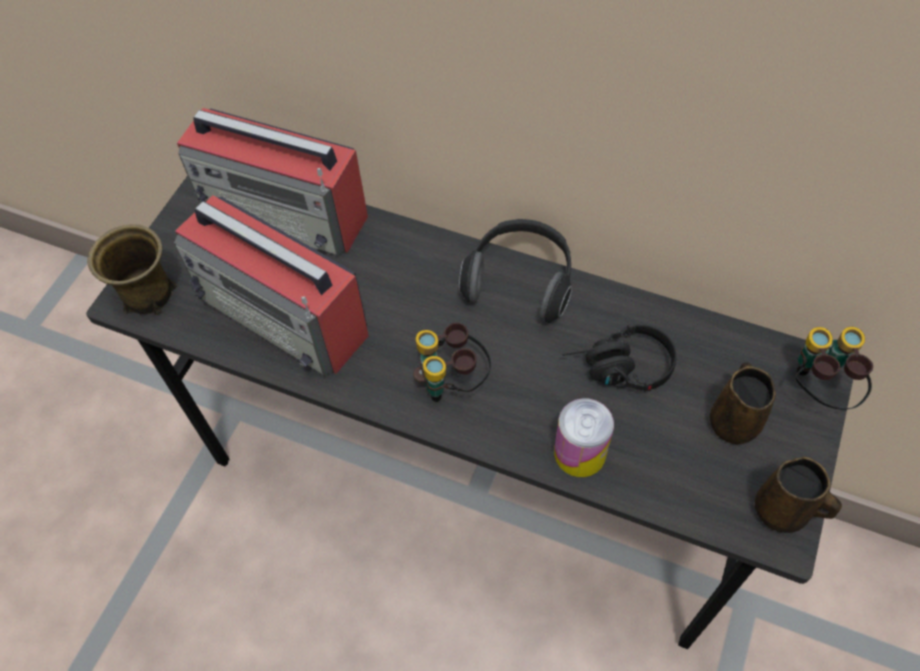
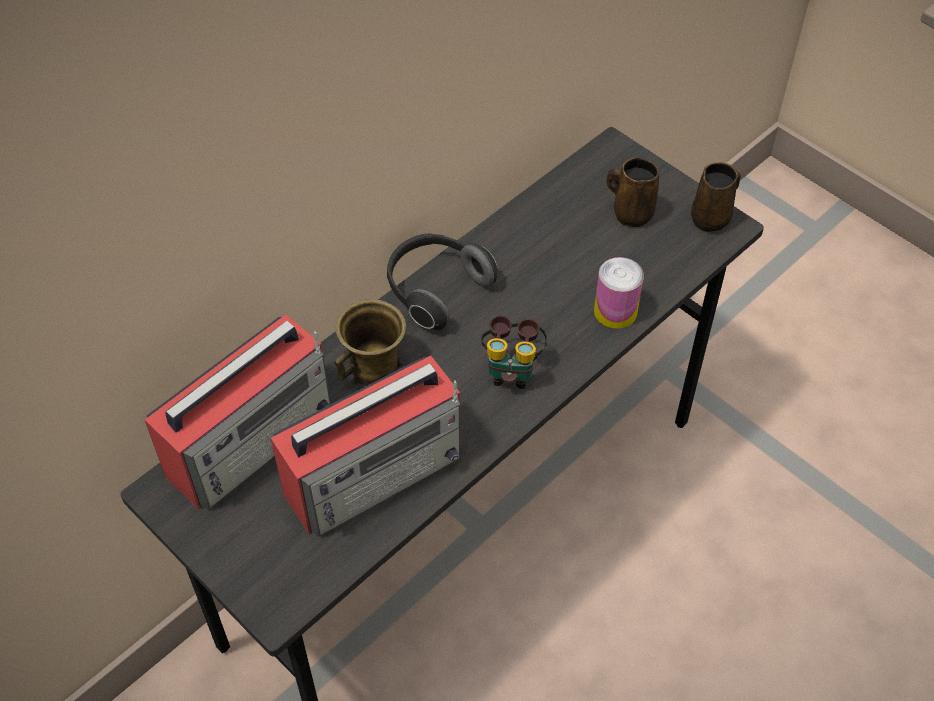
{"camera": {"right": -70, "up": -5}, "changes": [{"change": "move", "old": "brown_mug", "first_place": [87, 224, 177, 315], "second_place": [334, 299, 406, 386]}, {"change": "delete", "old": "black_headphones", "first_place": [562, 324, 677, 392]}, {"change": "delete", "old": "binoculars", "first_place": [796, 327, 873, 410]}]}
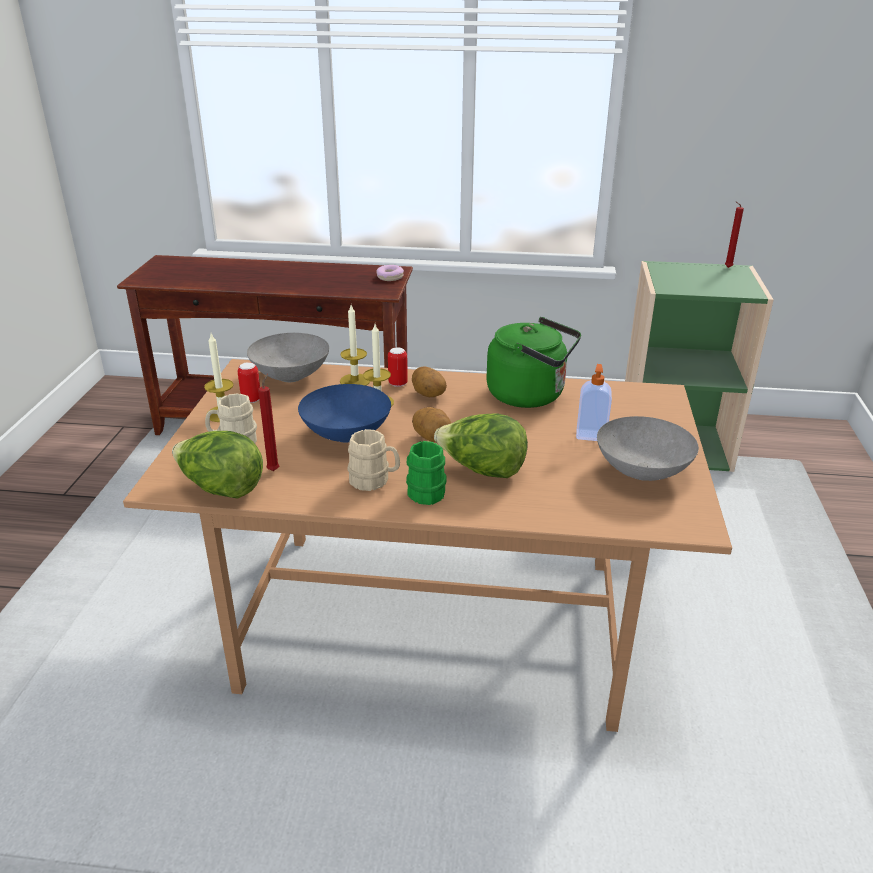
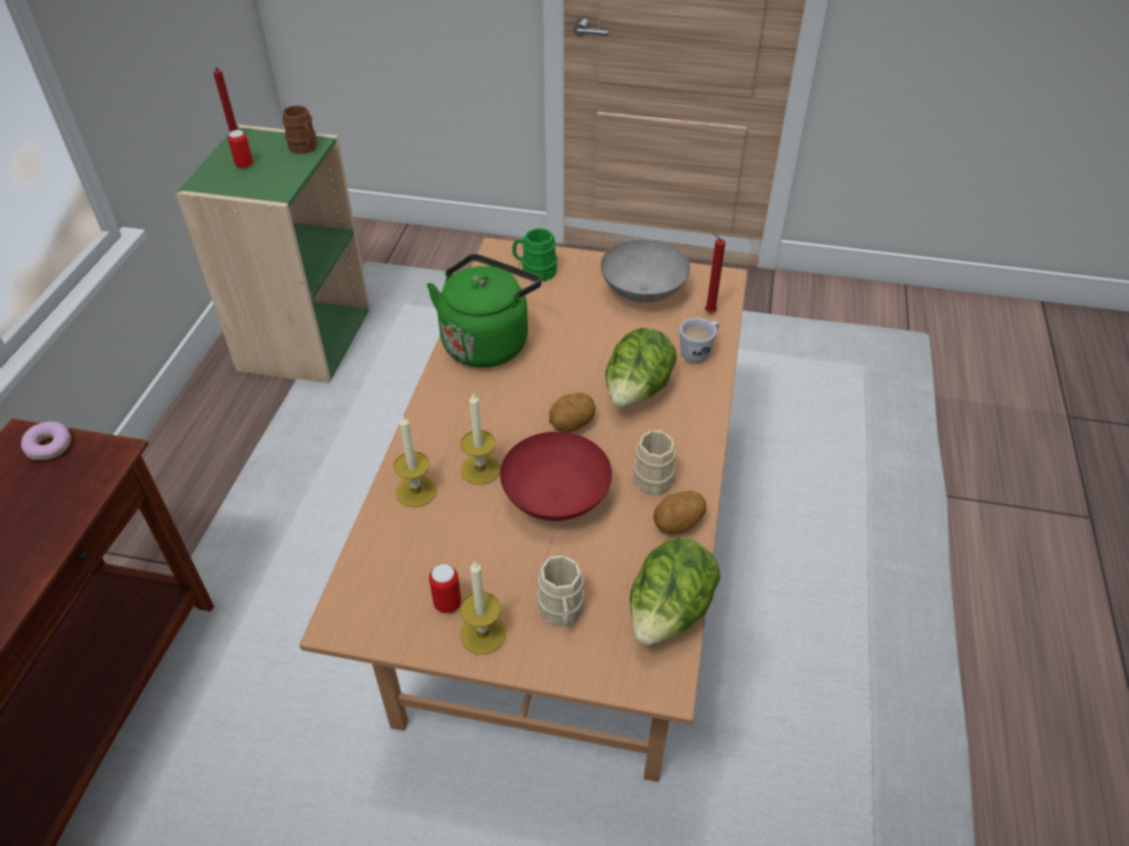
{"camera": {"right": -85, "up": 15}, "changes": [{"change": "delete", "old": "grey_bowl", "first_place": [247, 333, 329, 382]}, {"change": "move", "old": "red_candle", "first_place": [258, 374, 279, 471], "second_place": [705, 231, 726, 313]}, {"change": "recolor", "old": "blue_bowl", "new": "red_bowl", "first_place": [298, 384, 391, 442], "second_place": [500, 432, 612, 521]}, {"change": "move", "old": "can", "first_place": [388, 347, 408, 387], "second_place": [228, 130, 253, 168]}, {"change": "move", "old": "green_mug", "first_place": [406, 441, 447, 505], "second_place": [512, 228, 557, 282]}, {"change": "move", "old": "potato", "first_place": [412, 366, 447, 397], "second_place": [653, 491, 706, 534]}, {"change": "delete", "old": "soap_dispenser", "first_place": [576, 364, 612, 441]}, {"change": "insert", "new": "brown_mug", "second_place": [282, 106, 317, 154]}, {"change": "insert", "new": "white_mug", "second_place": [679, 318, 719, 363]}]}
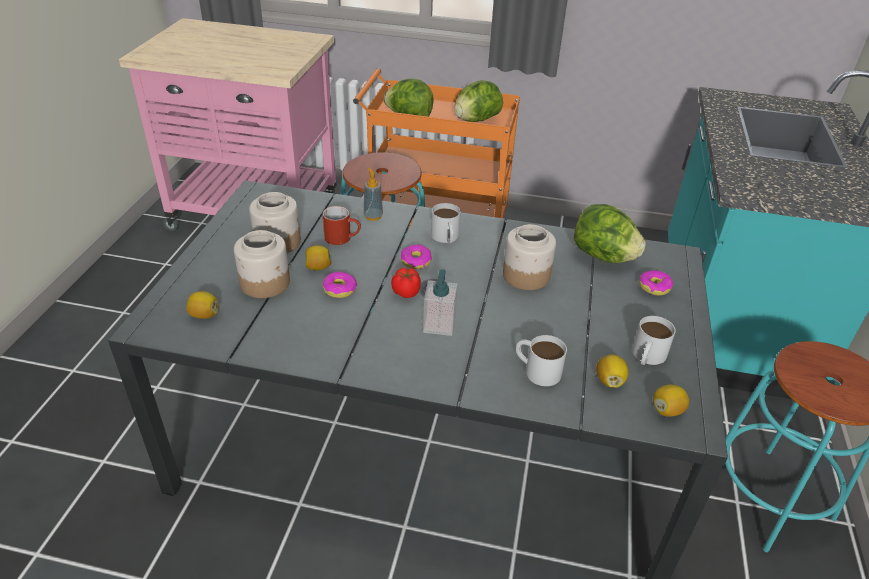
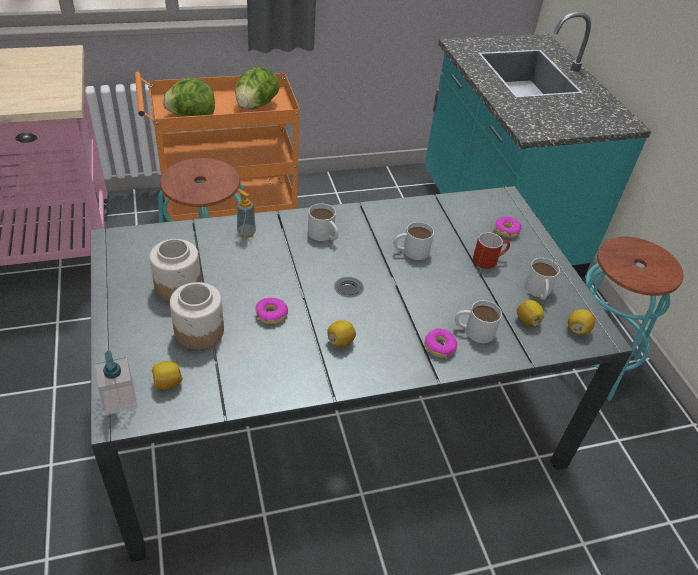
{"camera": {"right": -30, "up": 5}, "changes": [{"change": "move", "old": "lemon", "first_place": [305, 245, 332, 270], "second_place": [327, 320, 356, 347]}, {"change": "move", "old": "red_mug", "first_place": [322, 206, 361, 245], "second_place": [473, 232, 510, 269]}, {"change": "delete", "old": "tomato", "first_place": [391, 268, 421, 298]}, {"change": "move", "old": "donut", "first_place": [401, 245, 432, 269], "second_place": [425, 328, 457, 357]}, {"change": "move", "old": "soap_dispenser", "first_place": [423, 269, 458, 336], "second_place": [94, 351, 137, 415]}, {"change": "replace", "old": "jar", "new": "white_mug", "first_place": [503, 224, 556, 290], "second_place": [393, 222, 434, 260]}, {"change": "delete", "old": "lettuce", "first_place": [574, 204, 646, 263]}]}
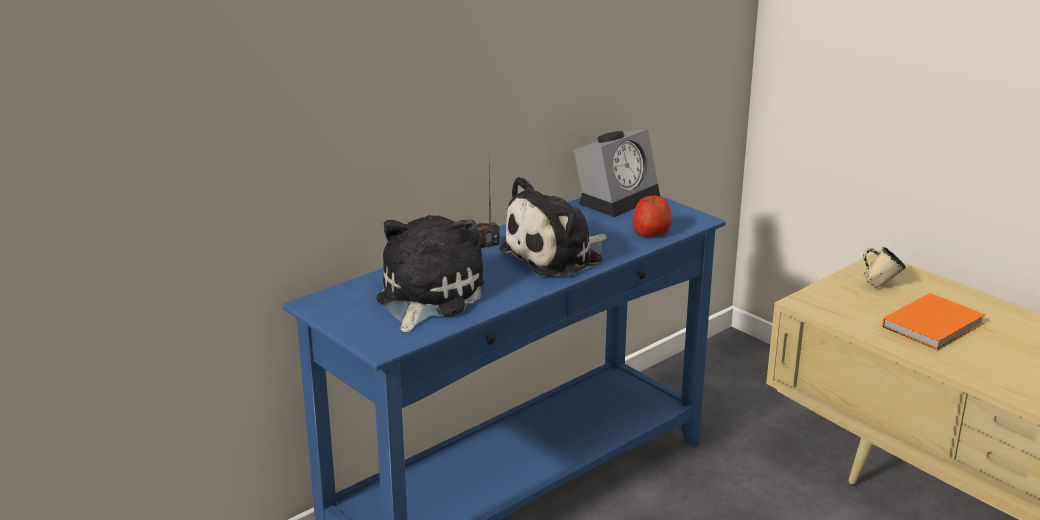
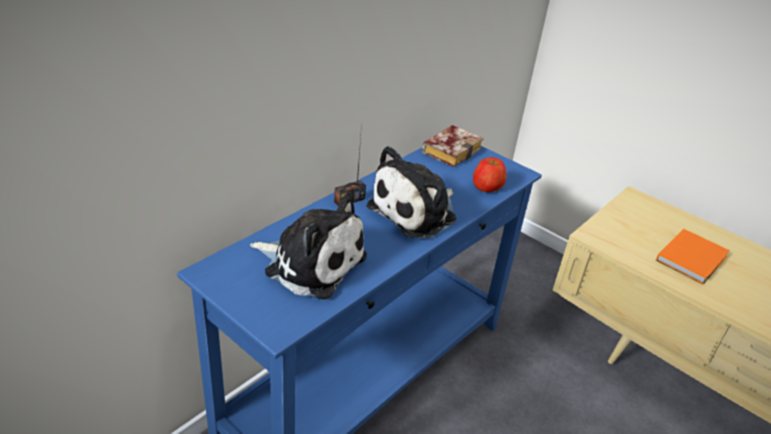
{"camera": {"right": -10, "up": 10}, "changes": [{"change": "rotate", "old": "plush_toy", "first_place": [376, 215, 485, 333], "second_place": [250, 195, 367, 299], "degrees": 105}, {"change": "replace", "old": "alarm_clock", "new": "book", "first_place": [574, 129, 660, 217], "second_place": [422, 125, 484, 167]}, {"change": "delete", "old": "beige_mug", "first_place": [863, 247, 906, 288]}]}
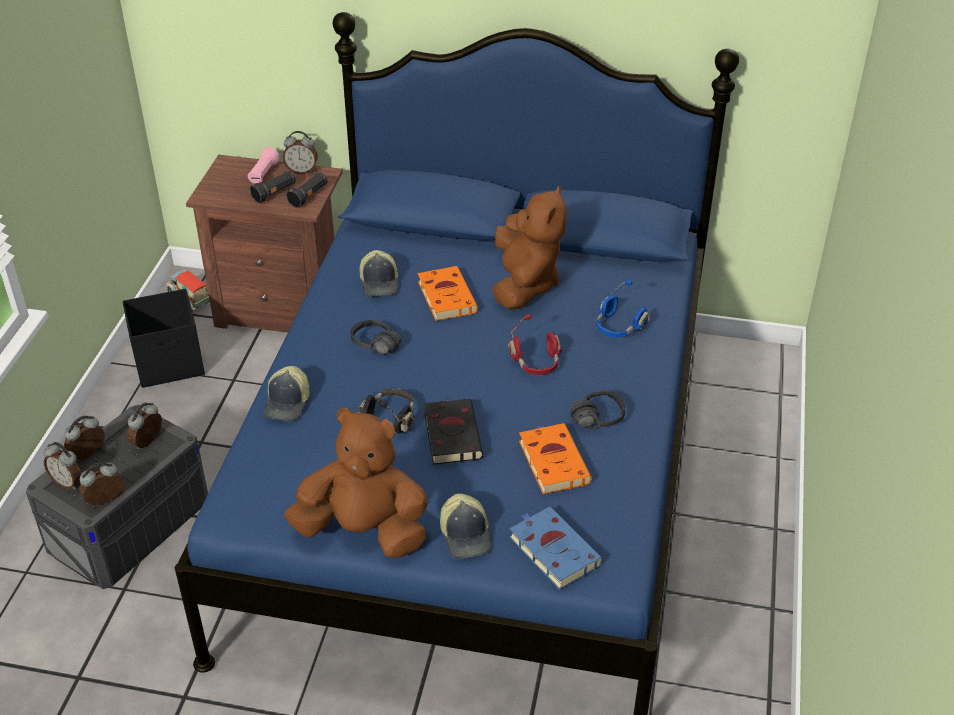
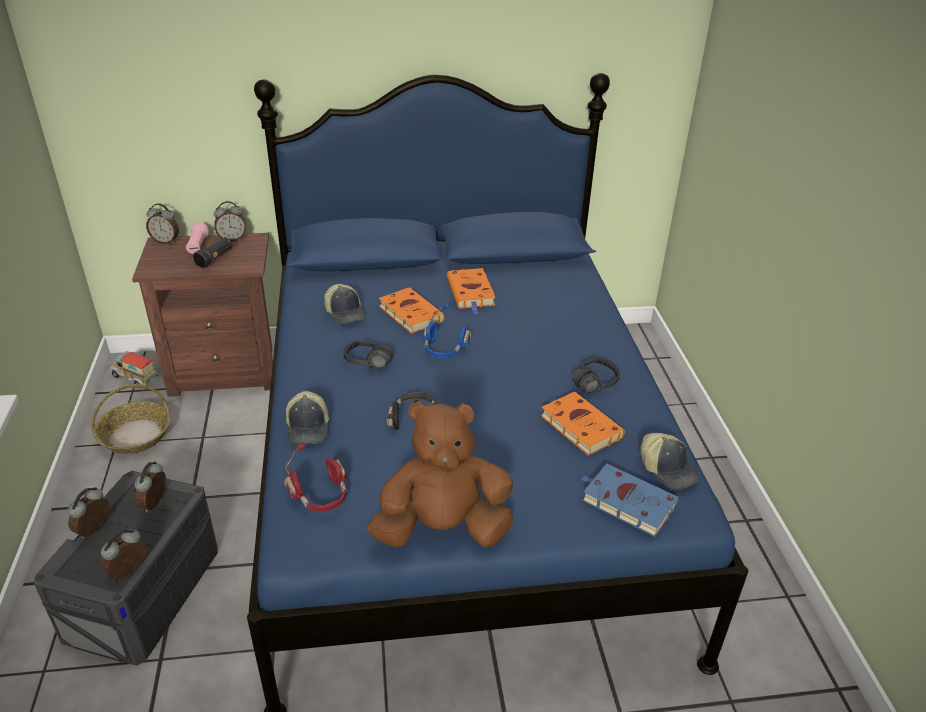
{"camera": {"right": -20, "up": -5}, "changes": [{"change": "move", "old": "alarm_clock", "first_place": [44, 442, 82, 490], "second_place": [146, 203, 179, 244]}, {"change": "replace", "old": "black_storage_box", "new": "basket", "first_place": [123, 288, 205, 388], "second_place": [91, 384, 170, 454]}, {"change": "delete", "old": "black_flashlight", "first_place": [286, 172, 327, 208]}, {"change": "delete", "old": "black_book", "first_place": [424, 399, 483, 464]}, {"change": "move", "old": "cap", "first_place": [440, 493, 491, 559], "second_place": [640, 433, 700, 491]}, {"change": "replace", "old": "brown_plush_toy", "new": "orange_book", "first_place": [493, 185, 567, 310], "second_place": [447, 268, 496, 314]}, {"change": "move", "old": "red_headphones", "first_place": [508, 314, 562, 375], "second_place": [284, 443, 347, 512]}, {"change": "move", "old": "blue_headphones", "first_place": [596, 280, 650, 338], "second_place": [422, 304, 471, 358]}]}
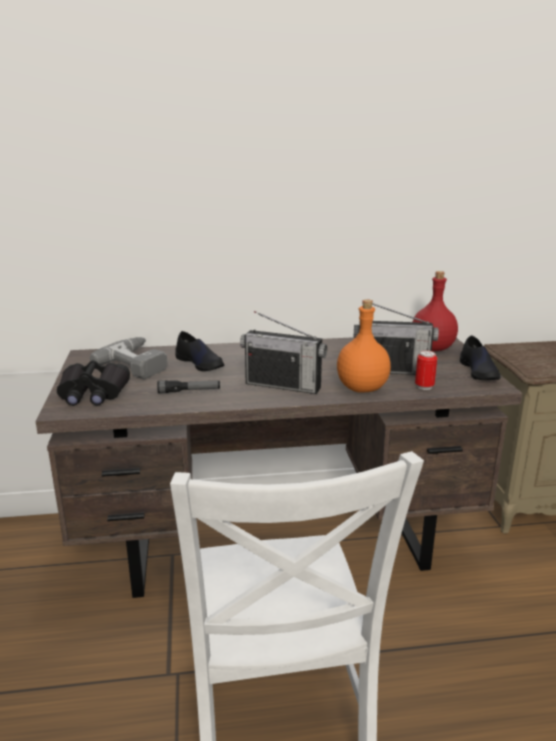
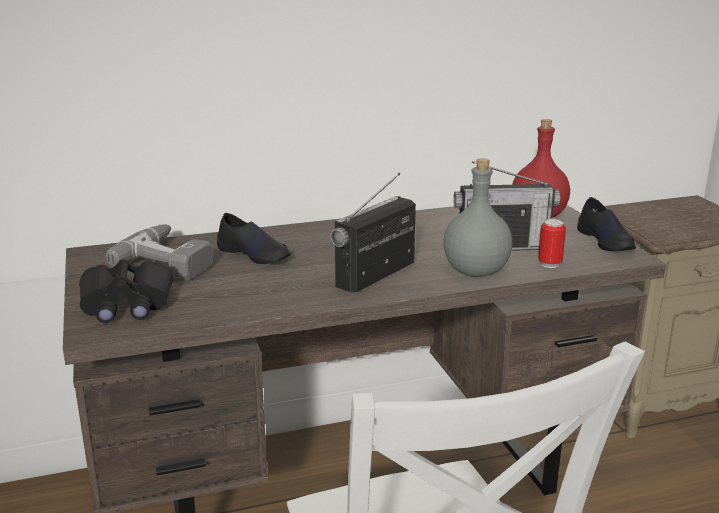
{"camera": {"right": -10, "up": 0}, "changes": [{"change": "delete", "old": "flashlight", "first_place": [157, 380, 220, 393]}, {"change": "rotate", "old": "radio", "first_place": [240, 311, 327, 394], "second_place": [331, 173, 416, 292], "degrees": 120}, {"change": "recolor", "old": "orange_bottle", "new": "grey_bottle", "first_place": [337, 299, 391, 393], "second_place": [443, 158, 512, 277]}]}
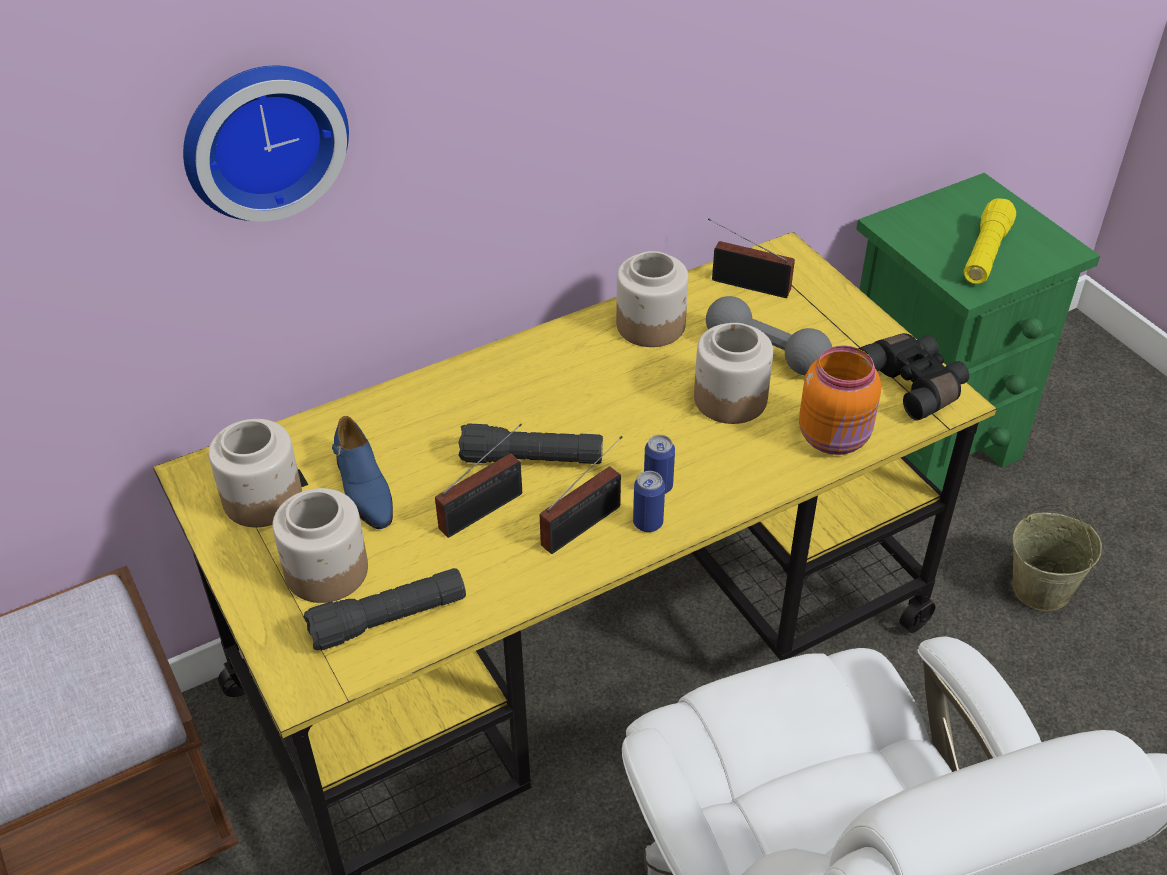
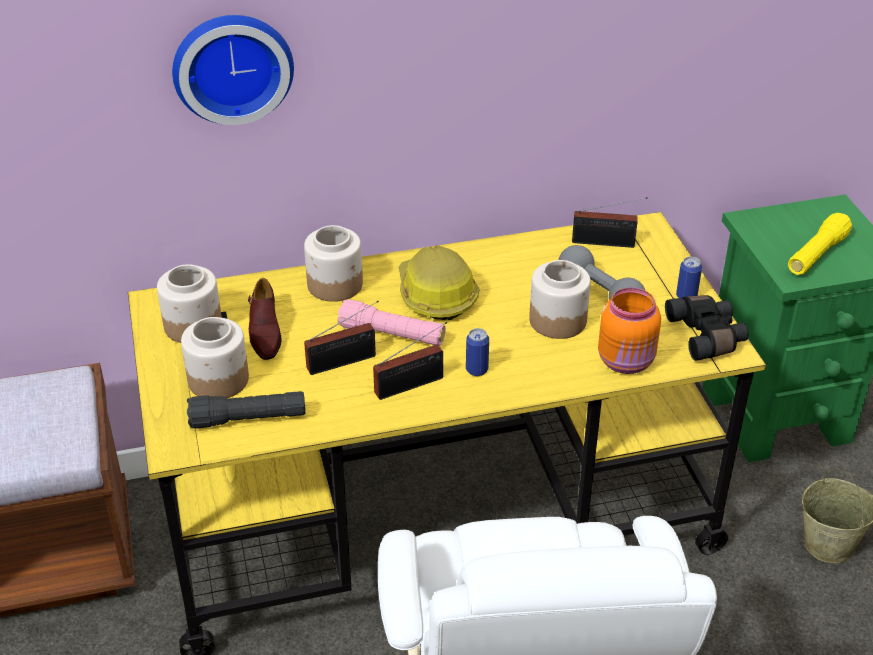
{"camera": {"right": 15, "up": -5}, "changes": [{"change": "recolor", "old": "blue_shoe", "new": "brown_shoe", "first_place": [332, 416, 393, 529], "second_place": [248, 278, 281, 360]}, {"change": "recolor", "old": "black_flashlight", "new": "pink_flashlight", "first_place": [458, 423, 603, 464], "second_place": [337, 299, 446, 346]}, {"change": "move", "old": "jar", "first_place": [616, 251, 688, 347], "second_place": [304, 225, 363, 302]}, {"change": "move", "old": "can", "first_place": [633, 471, 665, 532], "second_place": [676, 256, 702, 298]}, {"change": "rotate", "old": "radio", "first_place": [708, 218, 795, 298], "second_place": [572, 197, 648, 248], "degrees": 150}, {"change": "insert", "new": "hard_hat", "second_place": [399, 245, 479, 320]}]}
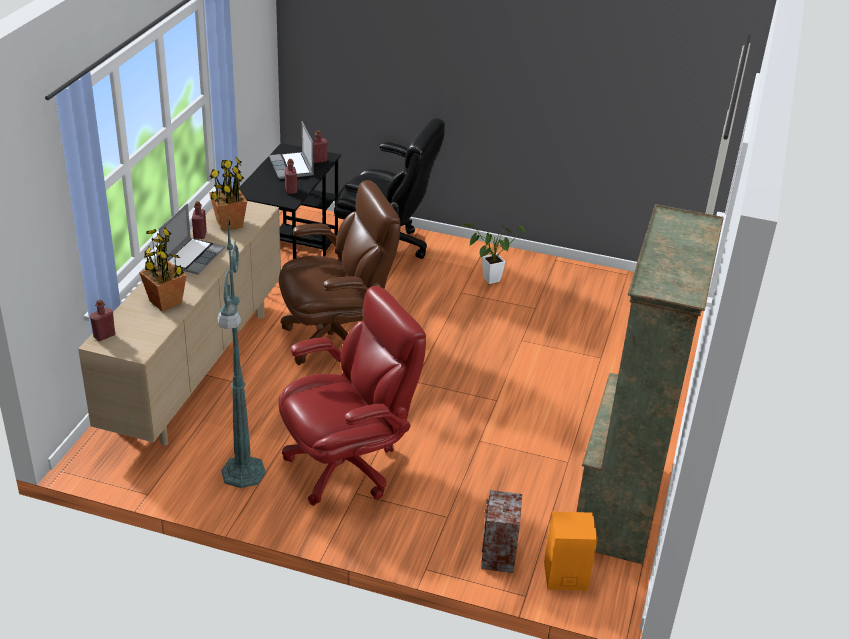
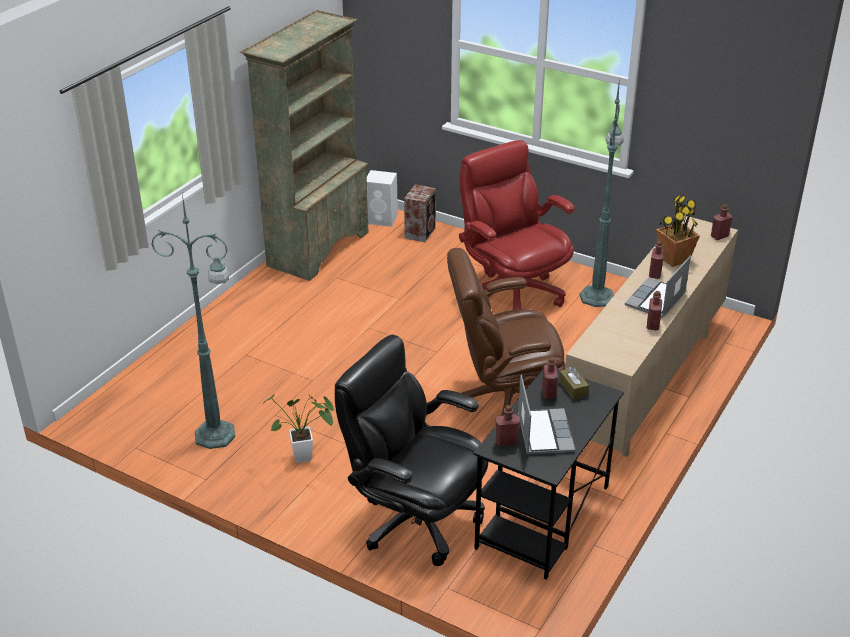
{"camera": {"right": -165, "up": 0}, "changes": [{"change": "delete", "old": "potted_plant", "first_place": [209, 157, 247, 231]}, {"change": "rotate", "old": "red_office_chair", "first_place": [279, 286, 426, 506], "second_place": [459, 140, 574, 310], "degrees": 75}, {"change": "recolor", "old": "orange_speaker", "new": "white_speaker", "first_place": [544, 512, 598, 591], "second_place": [367, 170, 398, 227]}, {"change": "insert", "new": "green_floor_lamp", "second_place": [151, 195, 235, 449]}, {"change": "insert", "new": "brown_tissue_box", "second_place": [559, 367, 589, 400]}, {"change": "insert", "new": "red_bottle", "second_place": [649, 241, 664, 279]}]}
